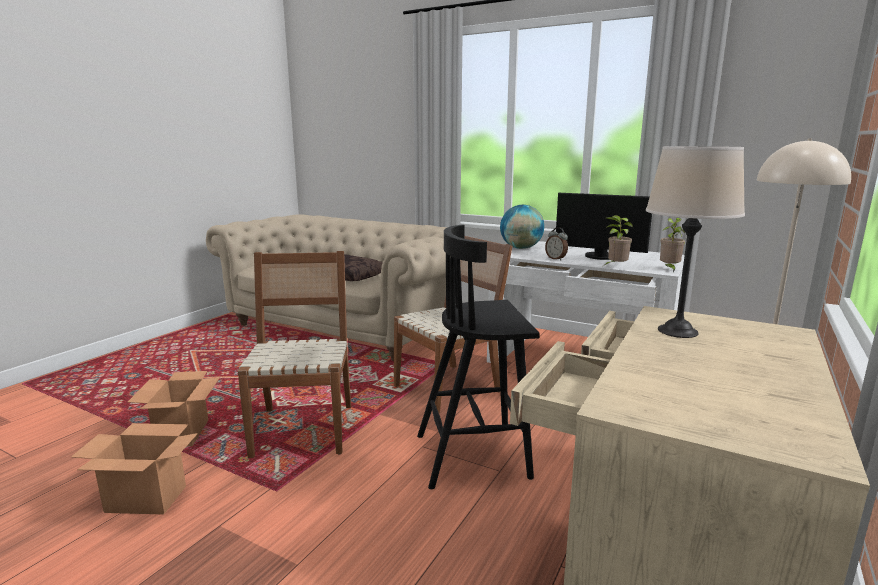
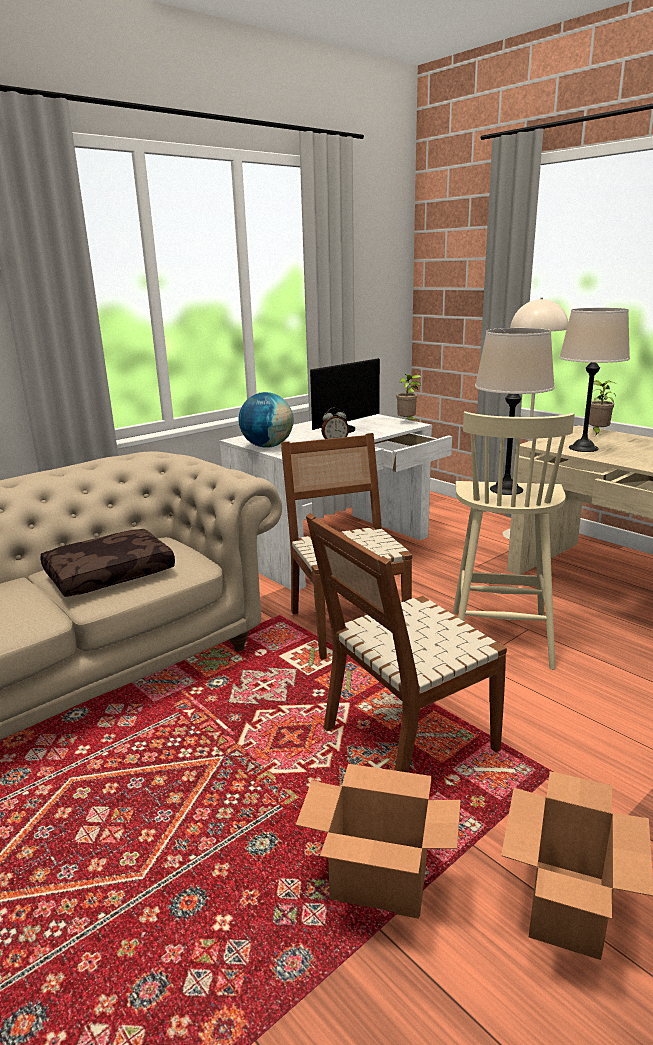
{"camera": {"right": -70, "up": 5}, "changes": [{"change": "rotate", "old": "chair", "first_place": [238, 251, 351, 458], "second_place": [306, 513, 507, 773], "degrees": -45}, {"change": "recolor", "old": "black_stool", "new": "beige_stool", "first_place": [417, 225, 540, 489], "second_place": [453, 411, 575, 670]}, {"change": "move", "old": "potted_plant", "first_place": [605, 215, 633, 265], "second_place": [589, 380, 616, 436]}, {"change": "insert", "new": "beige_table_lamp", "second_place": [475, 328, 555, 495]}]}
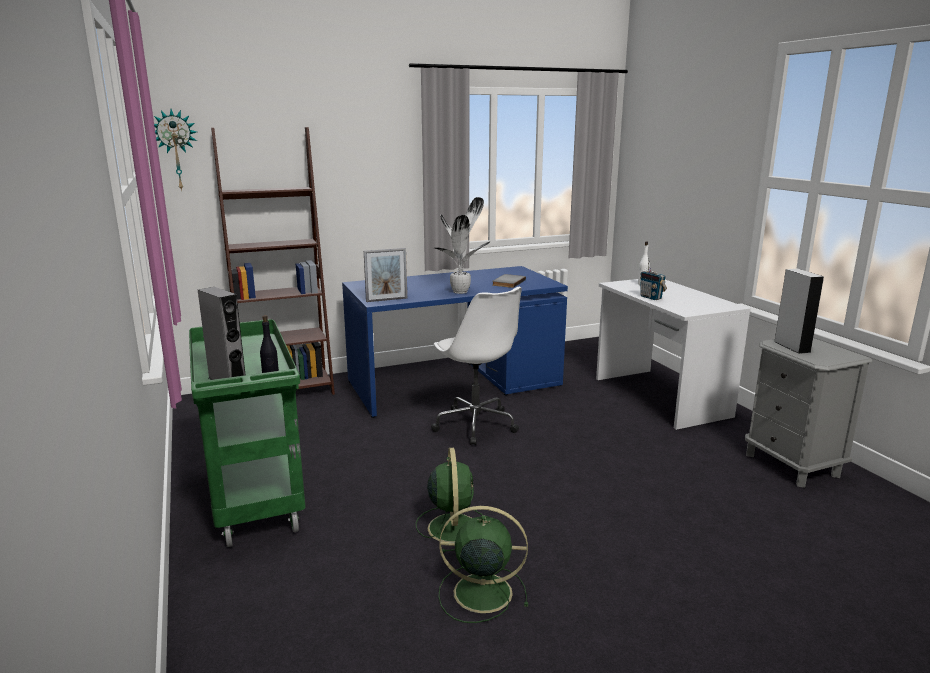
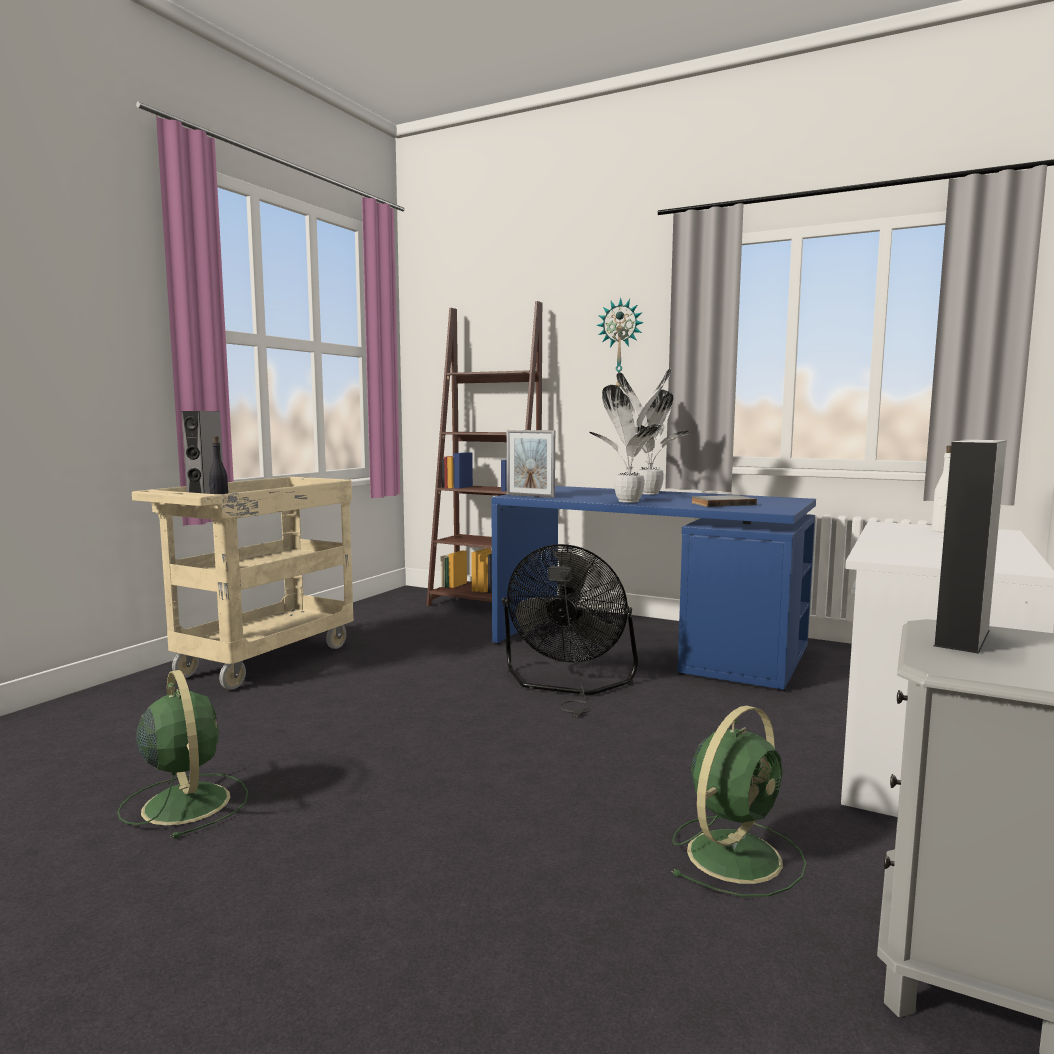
{"camera": {"right": 50, "up": -10}, "changes": [{"change": "move", "old": "wall_clock", "first_place": [154, 109, 197, 192], "second_place": [597, 298, 644, 387]}, {"change": "recolor", "old": "green_cart", "new": "beige_cart", "first_place": [189, 319, 306, 547], "second_place": [132, 477, 353, 690]}, {"change": "move", "old": "green_fan", "first_place": [416, 448, 483, 553], "second_place": [671, 705, 807, 897]}, {"change": "replace", "old": "white_office_chair", "new": "black_fan", "first_place": [431, 287, 522, 445], "second_place": [502, 544, 638, 718]}, {"change": "delete", "old": "radio", "first_place": [640, 258, 667, 300]}, {"change": "insert", "new": "potted_plant", "second_place": [617, 372, 690, 495]}]}
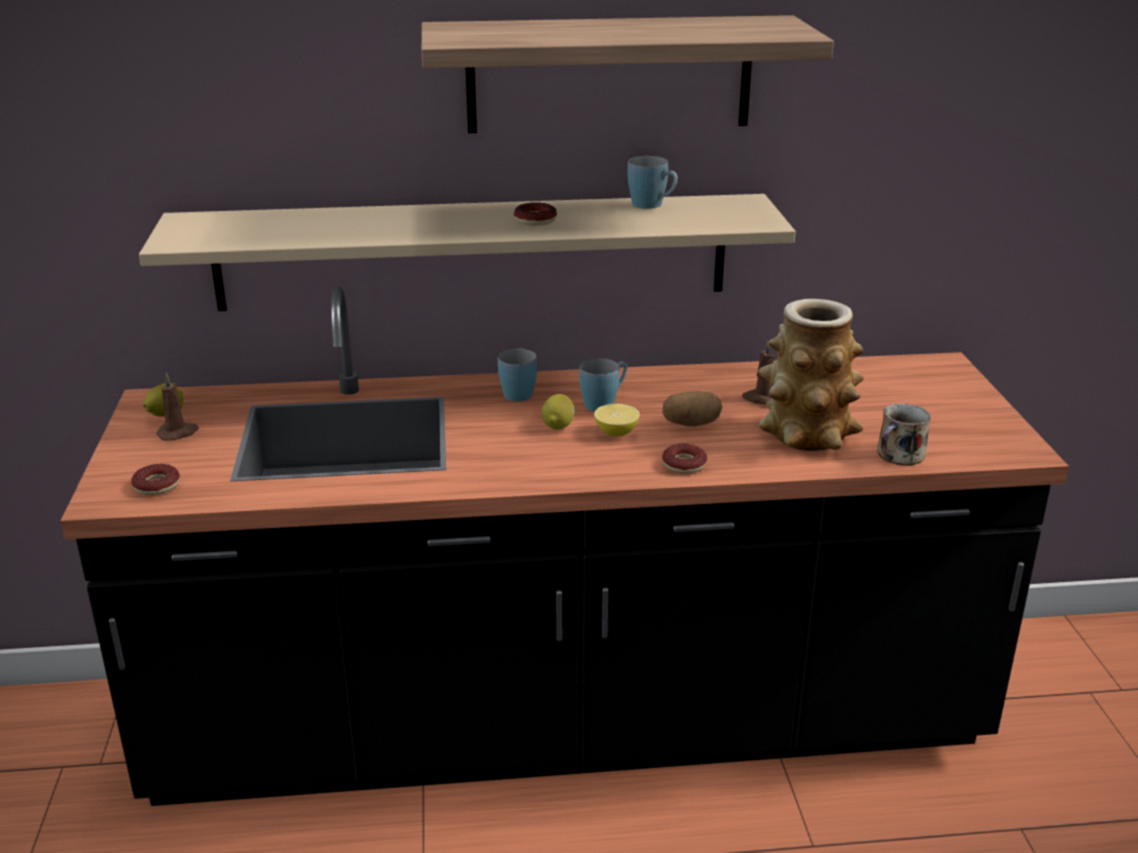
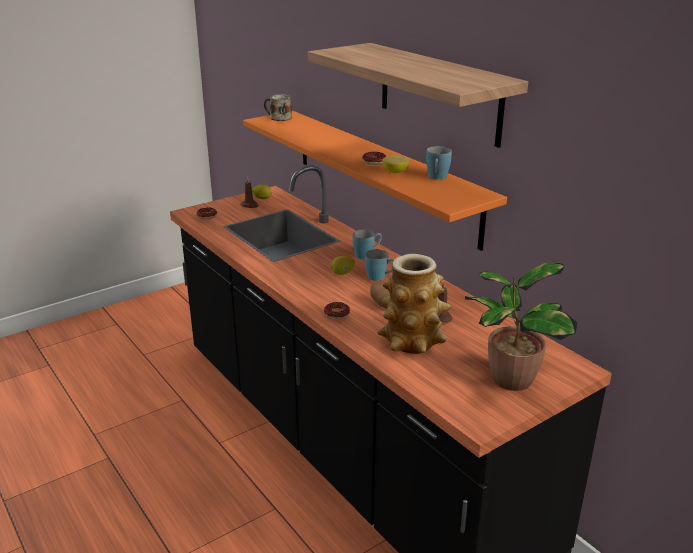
{"camera": {"right": 60, "up": 0}, "changes": [{"change": "recolor", "old": "beige_shelf", "new": "orange_shelf", "first_place": [139, 194, 796, 311], "second_place": [243, 111, 507, 251]}, {"change": "move", "old": "lemon", "first_place": [594, 404, 640, 436], "second_place": [382, 156, 409, 173]}, {"change": "move", "old": "mug", "first_place": [877, 403, 931, 466], "second_place": [264, 94, 292, 121]}, {"change": "insert", "new": "potted_plant", "second_place": [465, 263, 577, 391]}]}
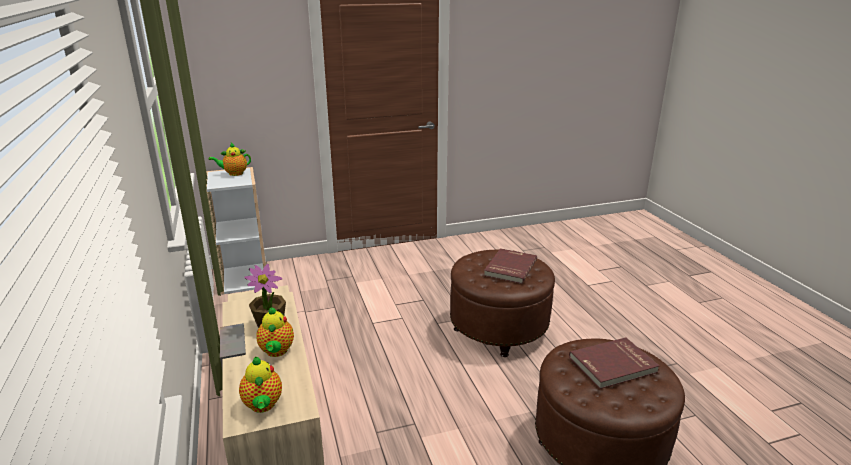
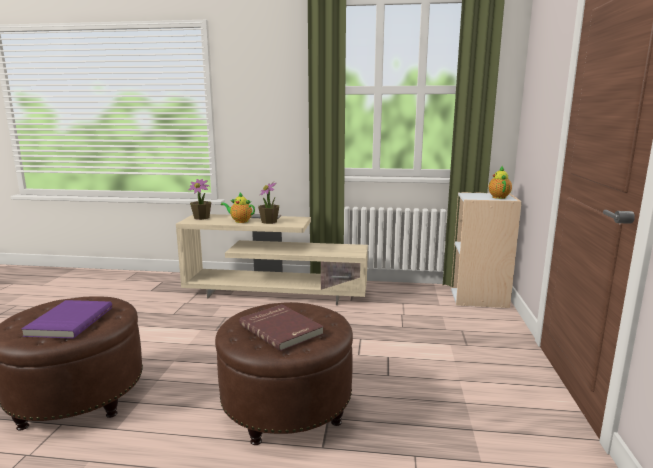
{"camera": {"right": 115, "up": -10}, "changes": [{"change": "replace", "old": "teapot", "new": "potted_plant", "first_place": [239, 356, 282, 413], "second_place": [188, 179, 211, 220]}, {"change": "recolor", "old": "red_book", "new": "purple_book", "first_place": [569, 337, 659, 389], "second_place": [21, 300, 112, 339]}]}
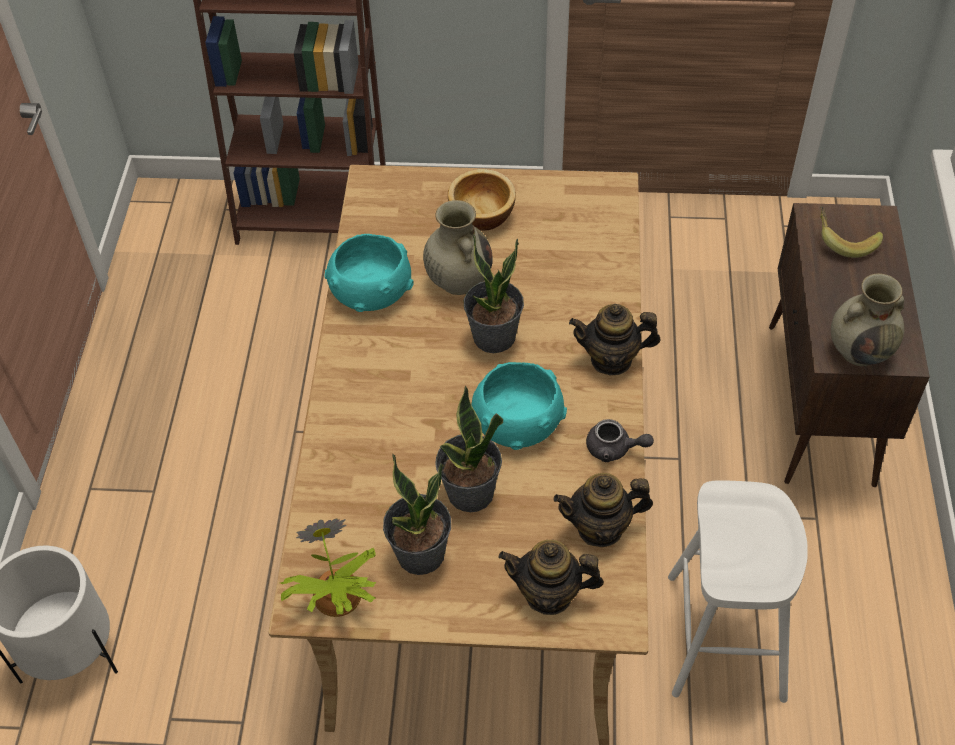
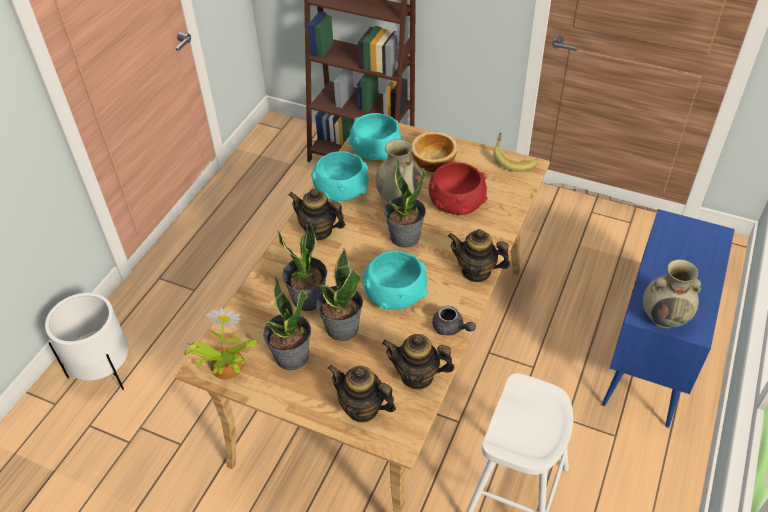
{"camera": {"right": 20, "up": -5}, "changes": [{"change": "recolor", "old": "brown_cabinet", "new": "blue_cabinet", "first_place": [769, 203, 930, 487], "second_place": [602, 209, 735, 428]}, {"change": "move", "old": "banana", "first_place": [820, 206, 883, 258], "second_place": [493, 133, 538, 172]}, {"change": "insert", "new": "potted_plant", "second_place": [278, 219, 327, 311]}, {"change": "insert", "new": "teapot", "second_place": [289, 189, 346, 241]}, {"change": "insert", "new": "turquoise_bowl", "second_place": [348, 113, 401, 161]}, {"change": "insert", "new": "red_bowl", "second_place": [429, 162, 488, 215]}]}
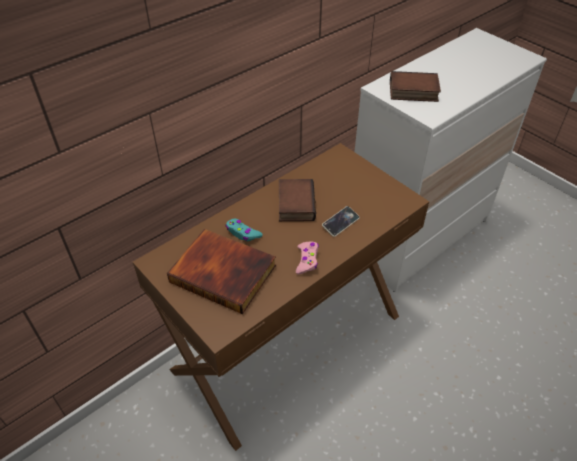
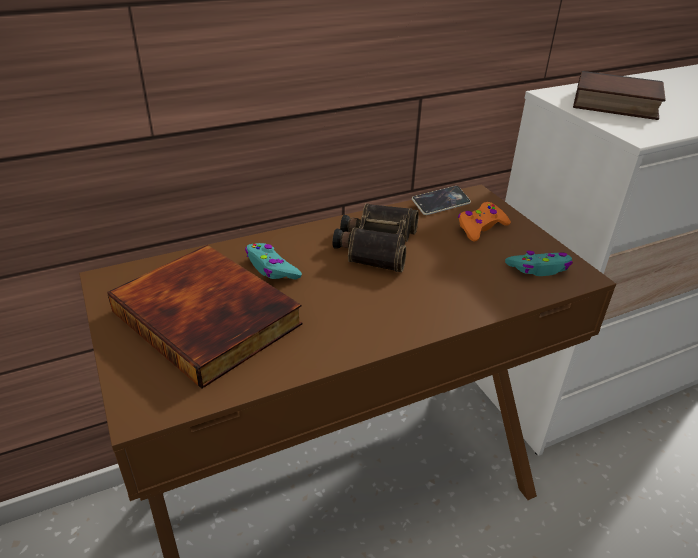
{"camera": {"right": 15, "up": -10}, "changes": [{"change": "replace", "old": "book", "new": "binoculars", "first_place": [279, 179, 316, 221], "second_place": [333, 203, 419, 272]}, {"change": "delete", "old": "pink_game_controller", "first_place": [296, 242, 319, 275]}, {"change": "move", "old": "phone", "first_place": [322, 206, 360, 237], "second_place": [412, 186, 471, 215]}, {"change": "insert", "new": "orange_game_controller", "second_place": [458, 202, 511, 242]}, {"change": "insert", "new": "turquoise_game_controller", "second_place": [505, 251, 573, 276]}]}
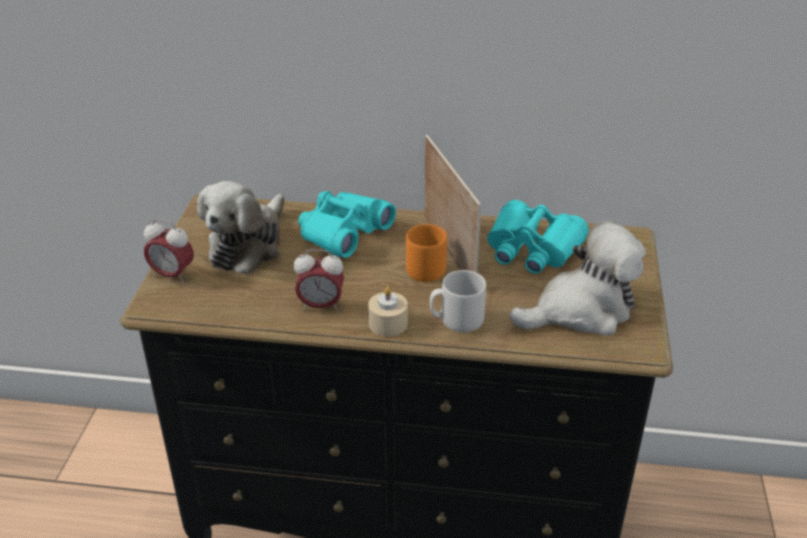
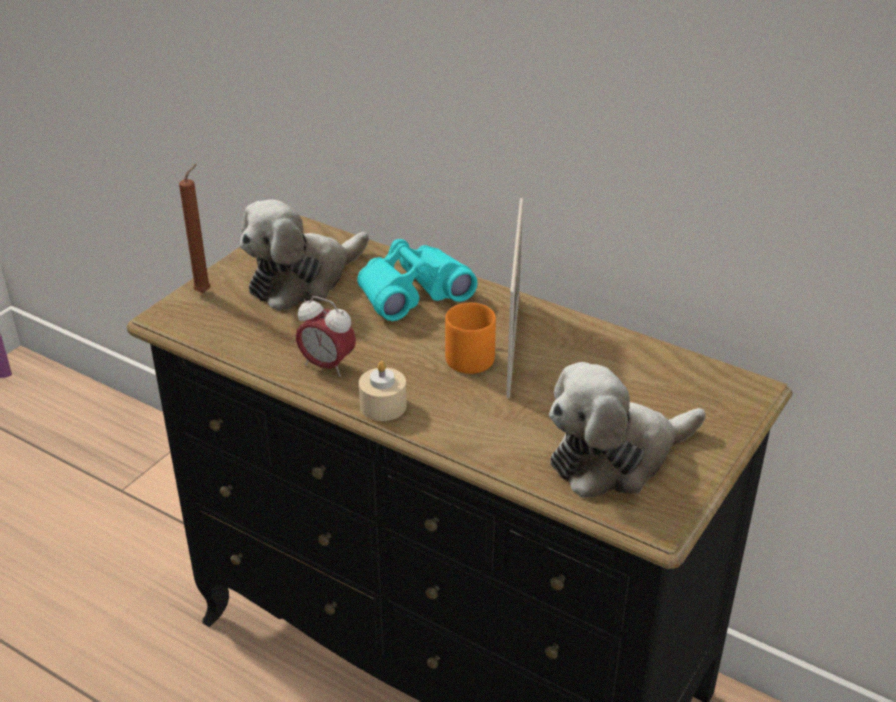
{"camera": {"right": 25, "up": 0}, "changes": [{"change": "replace", "old": "alarm_clock", "new": "brown_candle", "first_place": [144, 219, 194, 283], "second_place": [179, 164, 211, 293]}, {"change": "delete", "old": "grey_mug", "first_place": [430, 270, 486, 332]}, {"change": "delete", "old": "turquoise_binoculars", "first_place": [487, 200, 589, 274]}, {"change": "rotate", "old": "plush_toy", "first_place": [509, 221, 646, 336], "second_place": [549, 362, 706, 498], "degrees": 150}]}
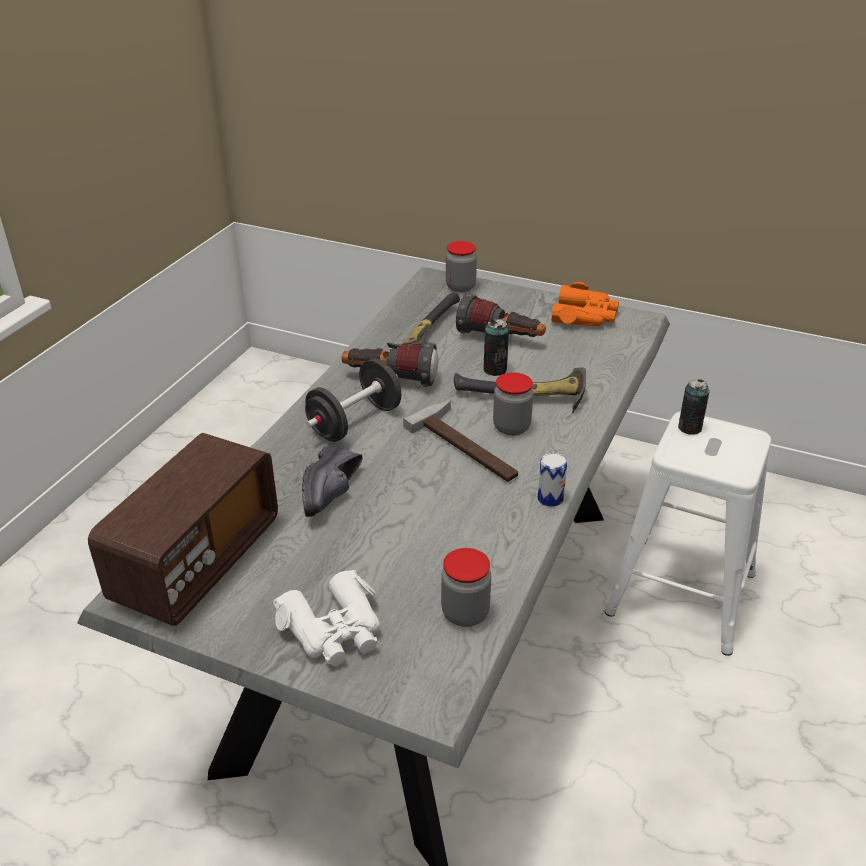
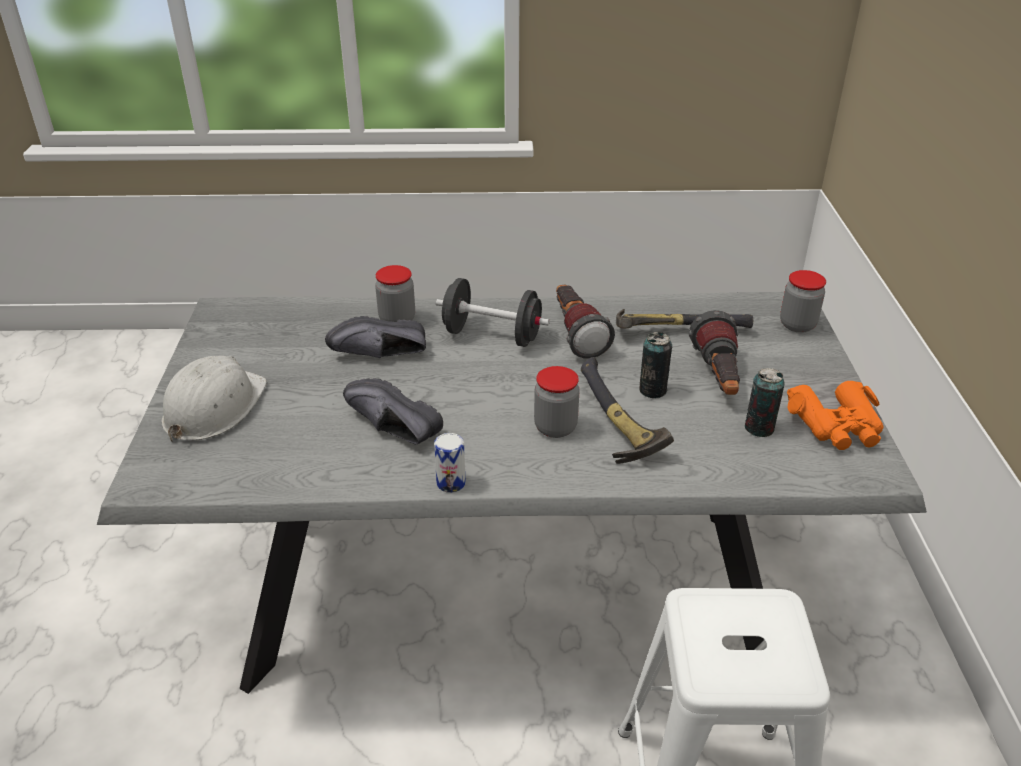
{"camera": {"right": 65, "up": 0}, "changes": [{"change": "delete", "old": "radio", "first_place": [88, 433, 278, 626]}, {"change": "replace", "old": "white_binoculars", "new": "white_hard_hat", "first_place": [273, 570, 380, 666], "second_place": [162, 356, 267, 443]}, {"change": "delete", "old": "hammer", "first_place": [403, 400, 518, 482]}, {"change": "move", "old": "jar", "first_place": [441, 548, 491, 627], "second_place": [375, 265, 415, 322]}, {"change": "move", "old": "can", "first_place": [678, 379, 710, 435], "second_place": [745, 368, 785, 437]}, {"change": "insert", "new": "black_shoe", "second_place": [343, 378, 443, 444]}]}
